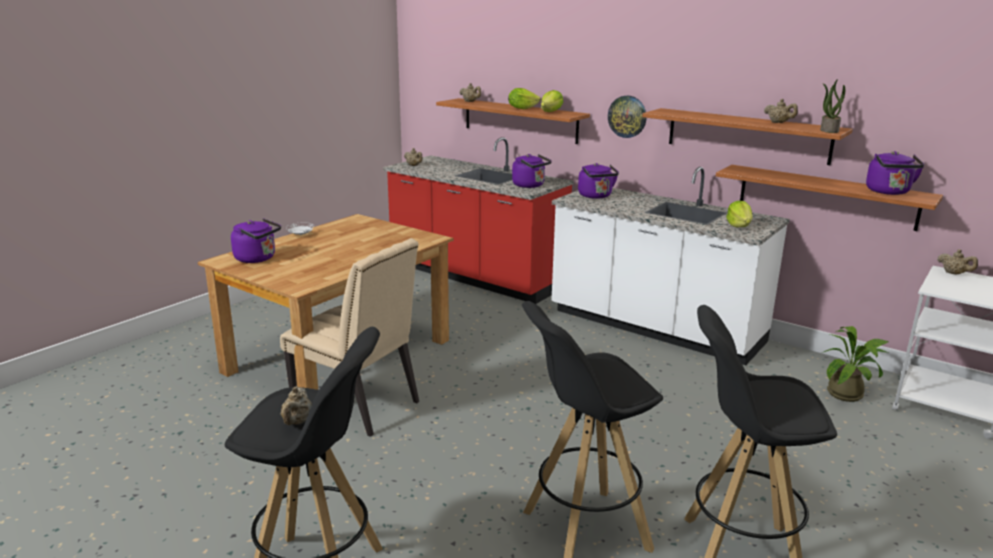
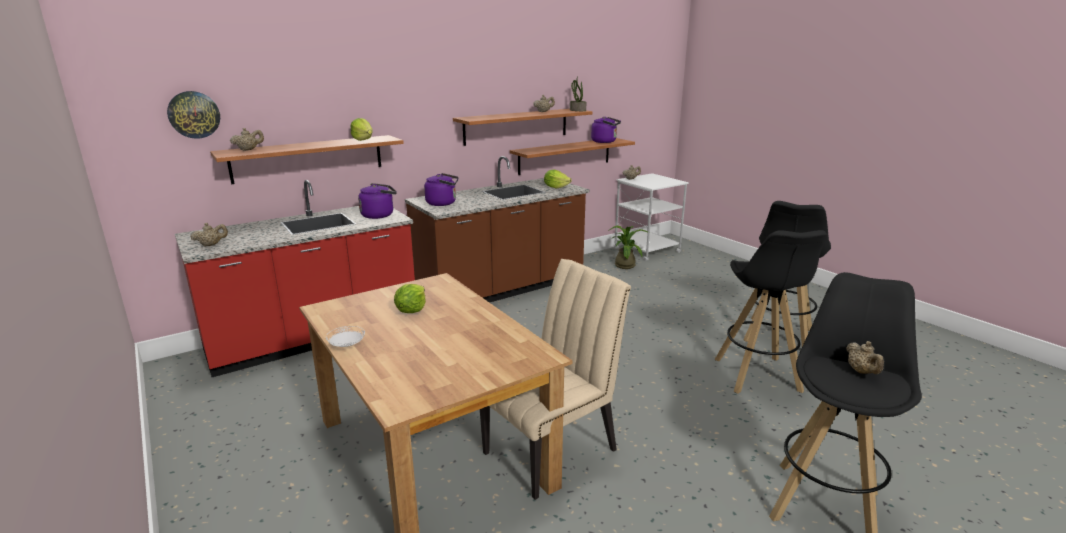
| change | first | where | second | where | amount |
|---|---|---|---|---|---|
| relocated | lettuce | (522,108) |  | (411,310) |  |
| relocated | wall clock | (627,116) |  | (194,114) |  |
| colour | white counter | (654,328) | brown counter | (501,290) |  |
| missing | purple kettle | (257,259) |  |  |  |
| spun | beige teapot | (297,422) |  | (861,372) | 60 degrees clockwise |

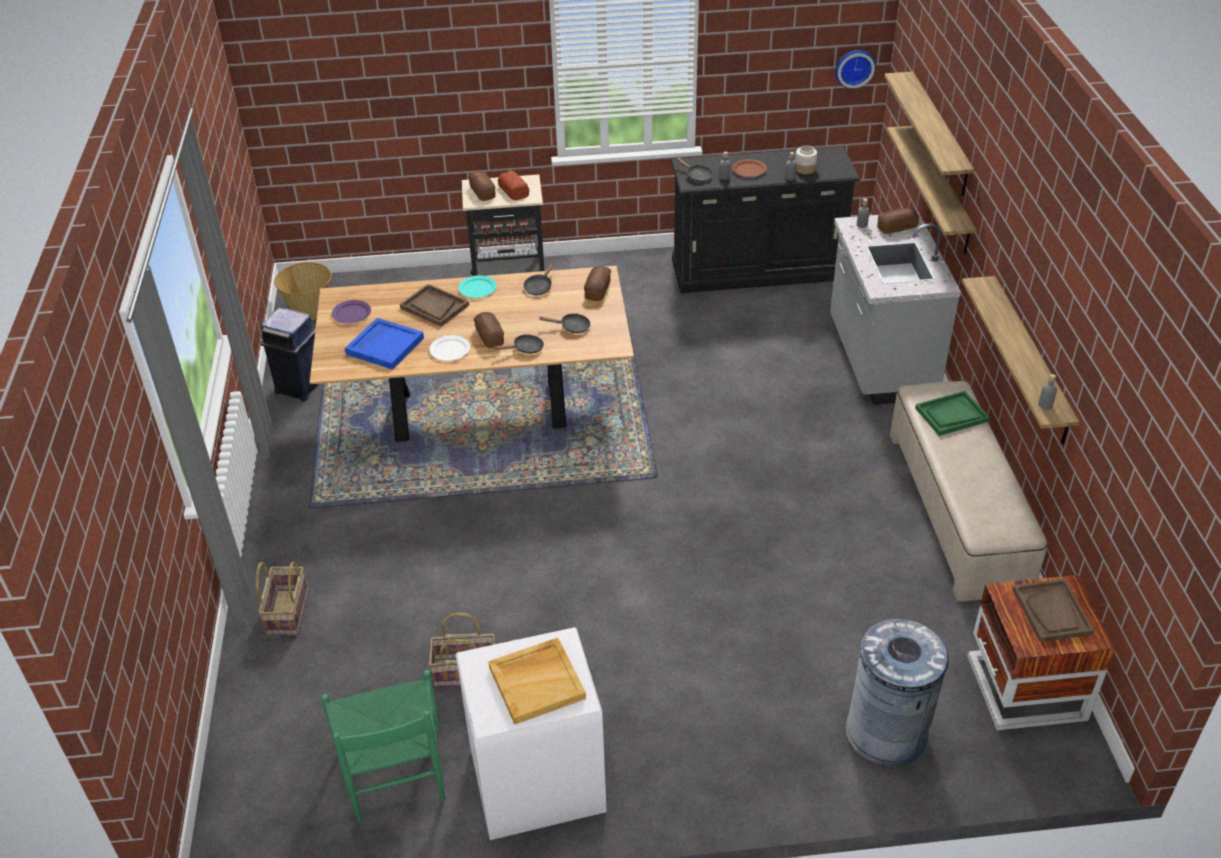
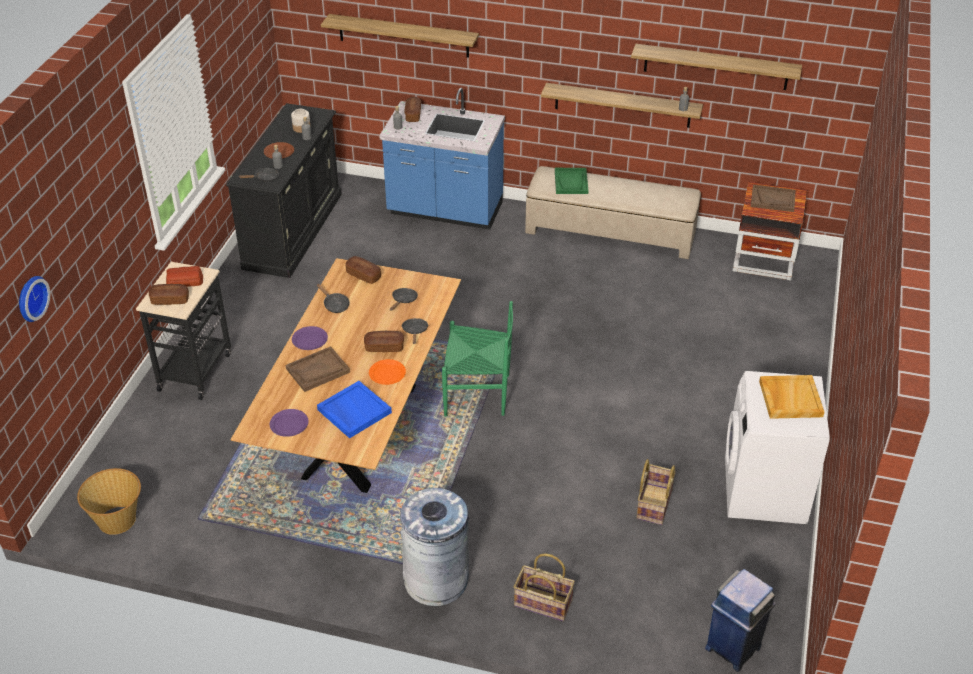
| change | first | where | second | where | amount |
|---|---|---|---|---|---|
| relocated | wall clock | (854,67) |  | (30,298) |  |
| relocated | shelf | (941,190) |  | (716,67) |  |
| colour | grey counter | (879,360) | blue counter | (445,211) |  |
| colour | turquoise plate | (477,288) | purple plate | (310,340) |  |
| relocated | blue trash can | (300,387) |  | (733,647) |  |
| colour | white plate | (450,350) | orange plate | (387,373) |  |
| relocated | grey trash can | (886,733) |  | (436,580) |  |
| relocated | green chair | (395,776) |  | (478,394) |  |

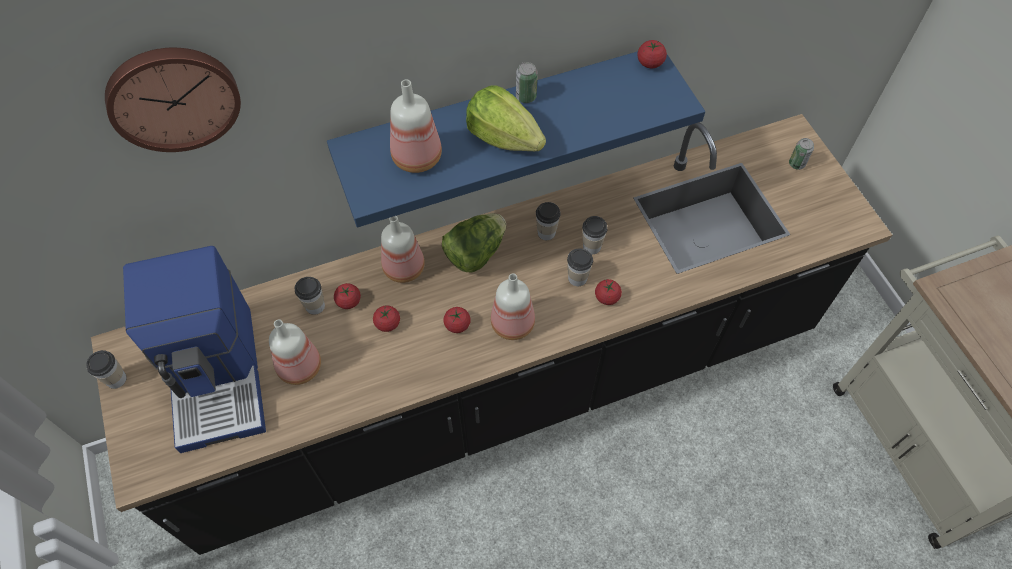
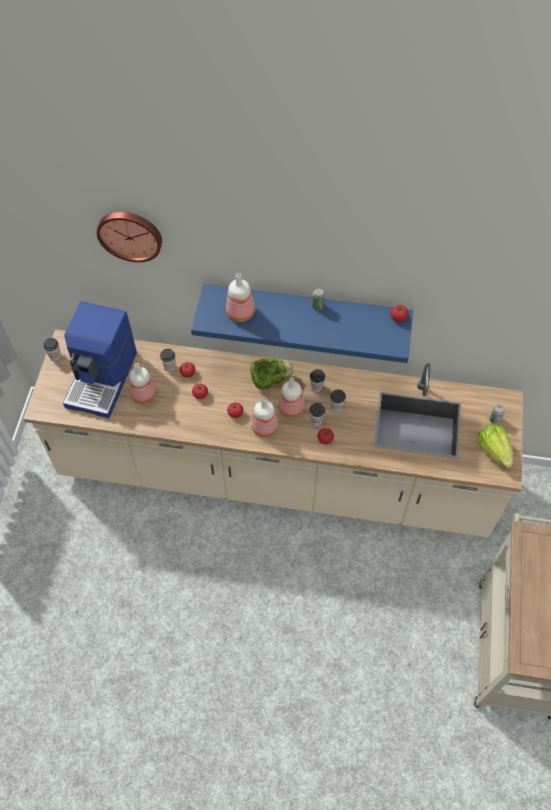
| change | first | where | second | where | amount |
|---|---|---|---|---|---|
| relocated | lettuce | (504,137) |  | (493,450) |  |
| colour | black counter | (506,388) | beige counter | (275,475) |  |
| relocated | bottle | (404,267) |  | (291,407) |  |

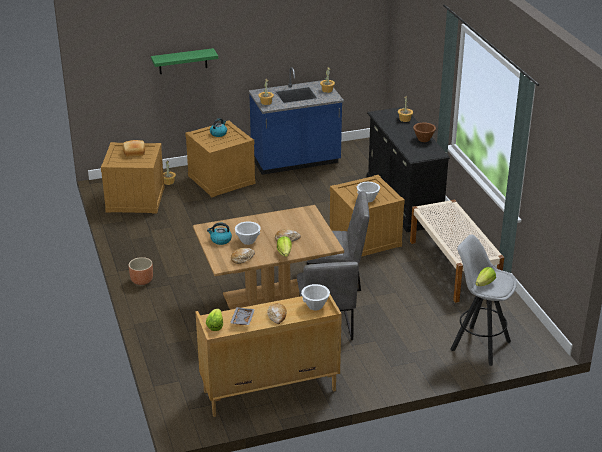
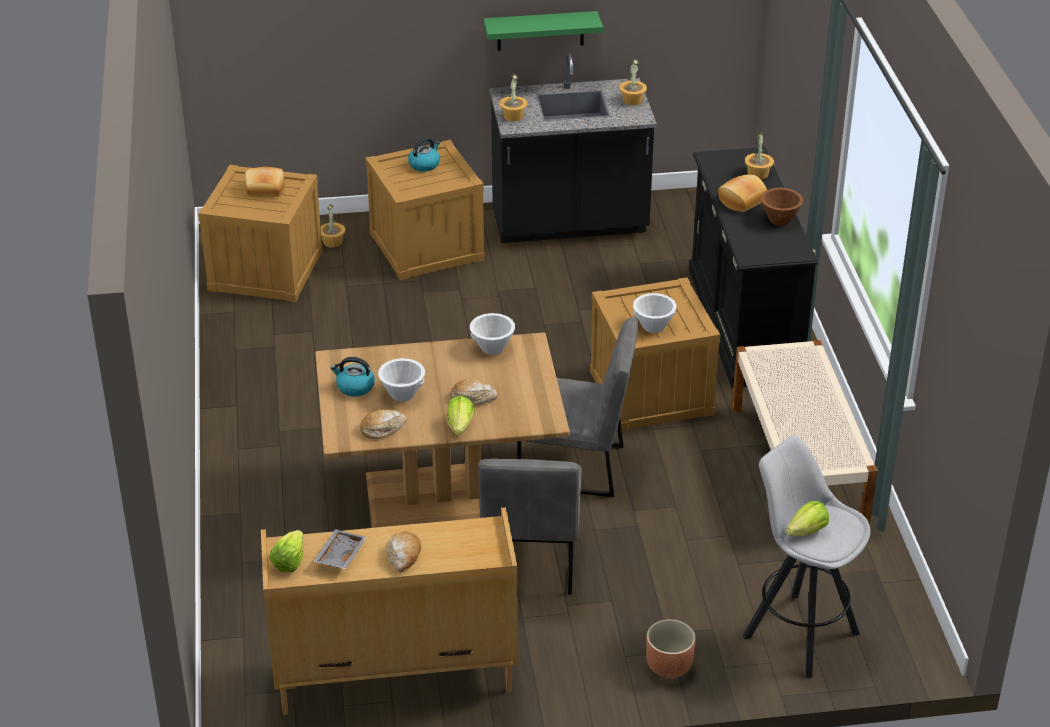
| change | first | where | second | where | amount |
|---|---|---|---|---|---|
| relocated | green shelf | (183,61) |  | (540,31) |  |
| colour | blue counter | (296,162) | black counter | (569,223) |  |
| relocated | brown planter | (141,281) |  | (668,667) |  |
| relocated | white bowl | (315,306) |  | (492,347) |  |
| appeared |  |  | bread | (741,200) |  |

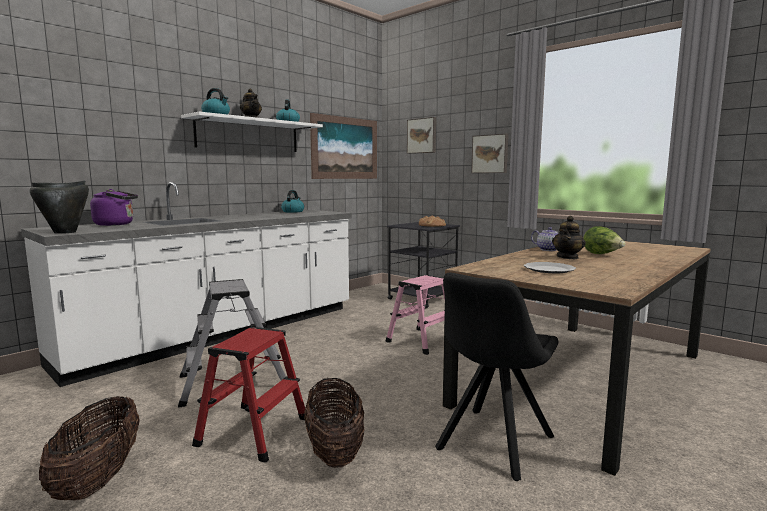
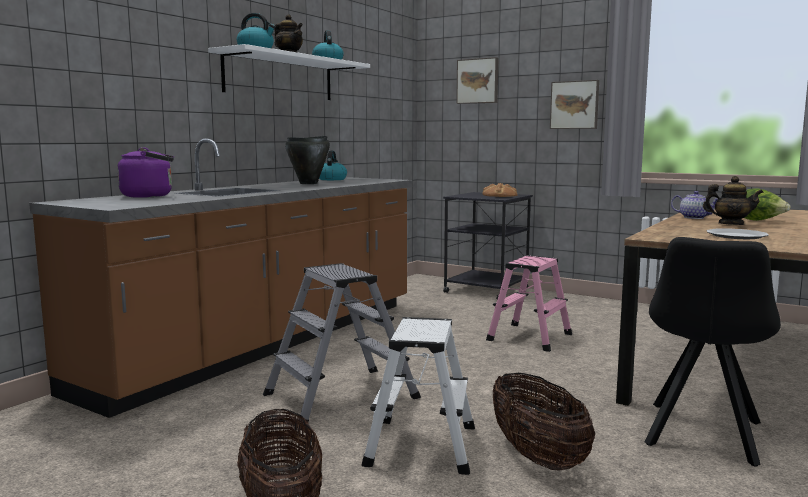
| change | first | where | second | where | amount |
|---|---|---|---|---|---|
| missing | picture | (345,148) |  |  |  |
| relocated | black cooking pot | (65,232) |  | (309,183) |  |
| colour | white counter | (222,334) | brown counter | (267,343) |  |
| spun | teapot | (567,257) |  | (730,224) | 90 degrees counterclockwise |
| colour | red step ladder | (253,431) | white step ladder | (421,445) |  |

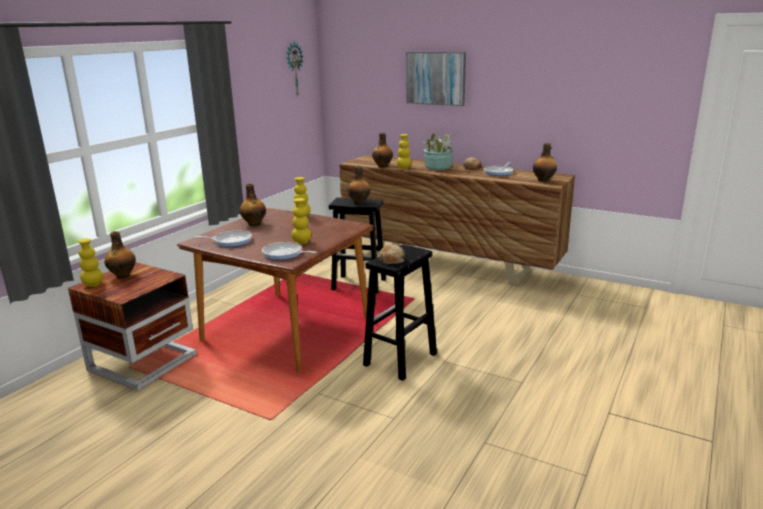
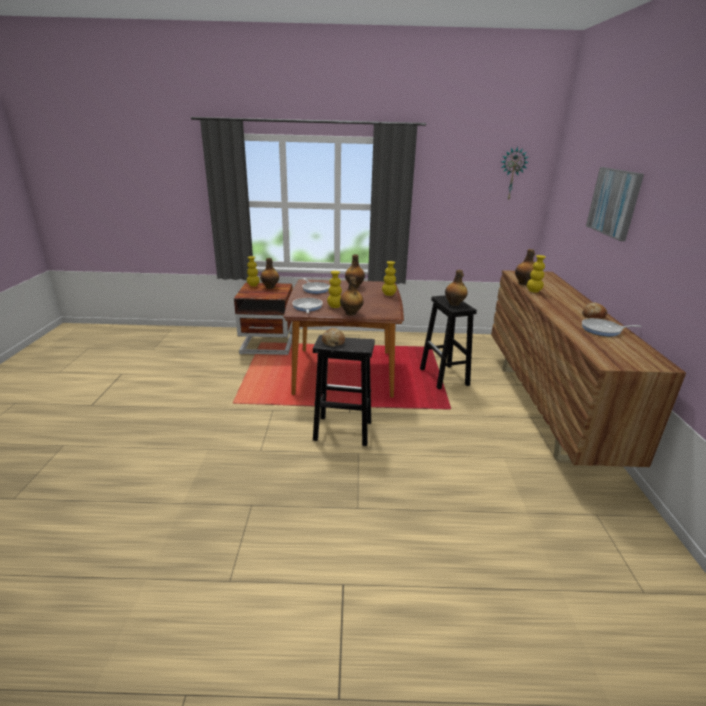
| change | first | where | second | where | amount |
|---|---|---|---|---|---|
| missing | potted plant | (438,167) |  |  |  |
| relocated | bottle | (543,180) |  | (351,313) |  |

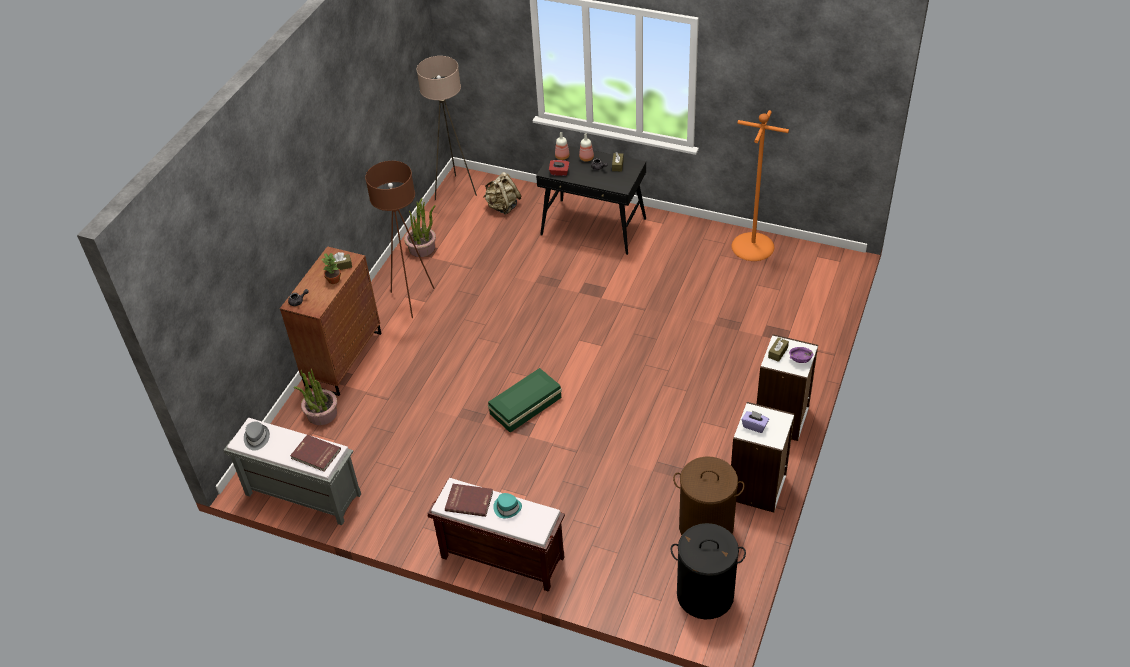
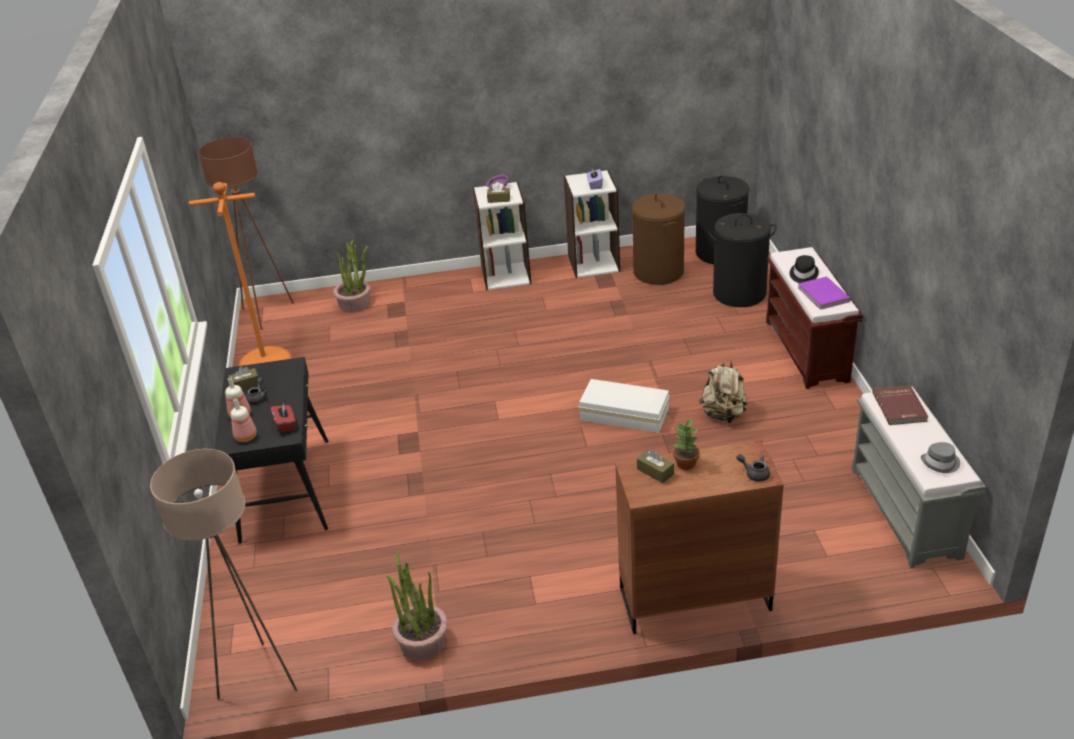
| change | first | where | second | where | amount |
|---|---|---|---|---|---|
| relocated | brown floor lamp | (412,299) |  | (266,313) |  |
| relocated | beige backpack | (503,206) |  | (723,414) |  |
| colour | green storage box | (524,406) | white storage box | (625,415) |  |
| relocated | potted plant | (322,414) |  | (355,303) |  |
| colour | red book | (469,500) | purple book | (822,295) |  |
| colour | turquoise hat | (507,507) | black hat | (803,274) |  |
| appeared |  |  | black laundry basket | (739,293) |  |

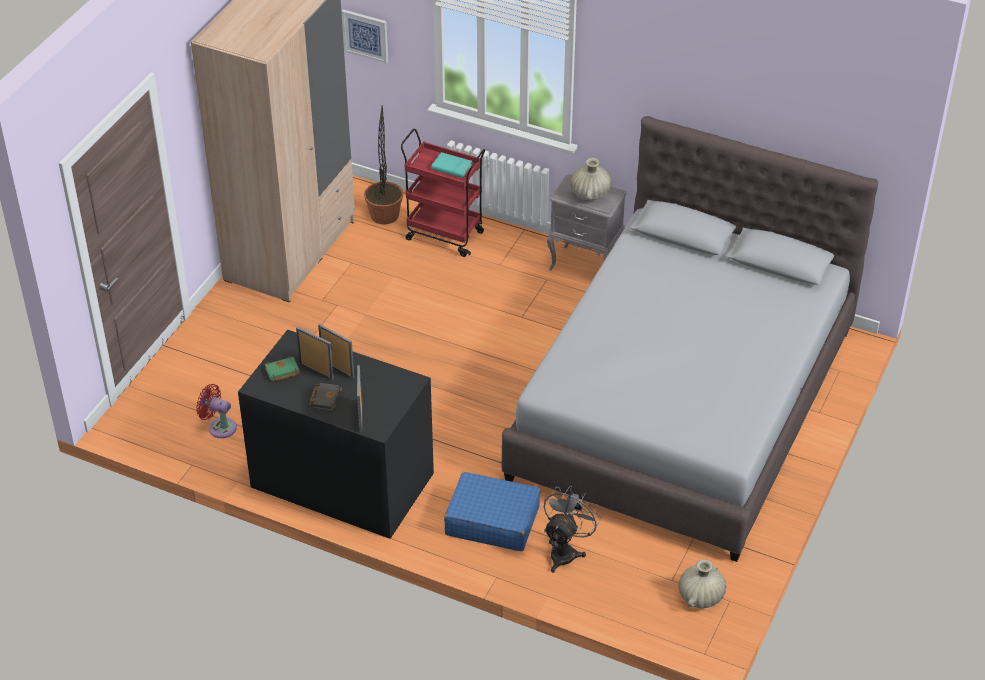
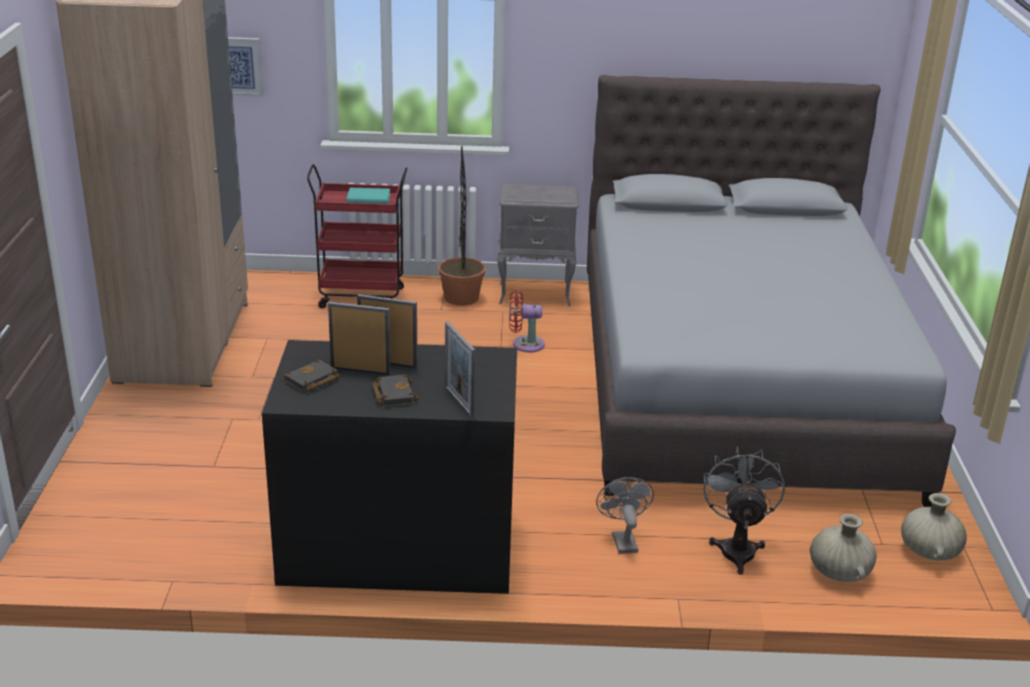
| change | first | where | second | where | amount |
|---|---|---|---|---|---|
| relocated | potted plant | (384,215) |  | (461,297) |  |
| relocated | beige vase | (590,194) |  | (839,571) |  |
| colour | green book | (282,372) | black book | (312,381) |  |
| relocated | red fan | (219,427) |  | (524,344) |  |
| exchanged | blue suitcase | (492,520) | grey fan | (622,540) |  |

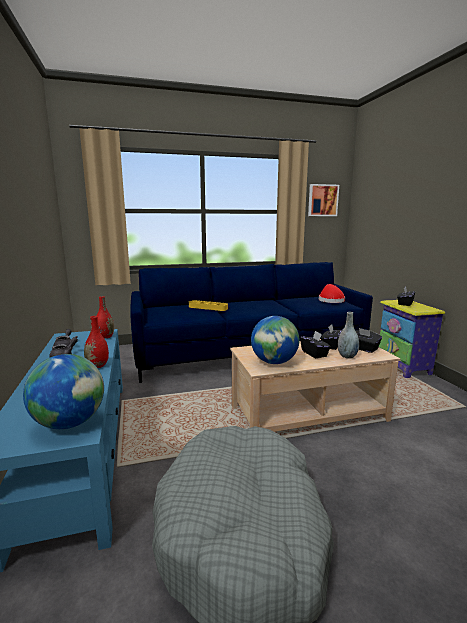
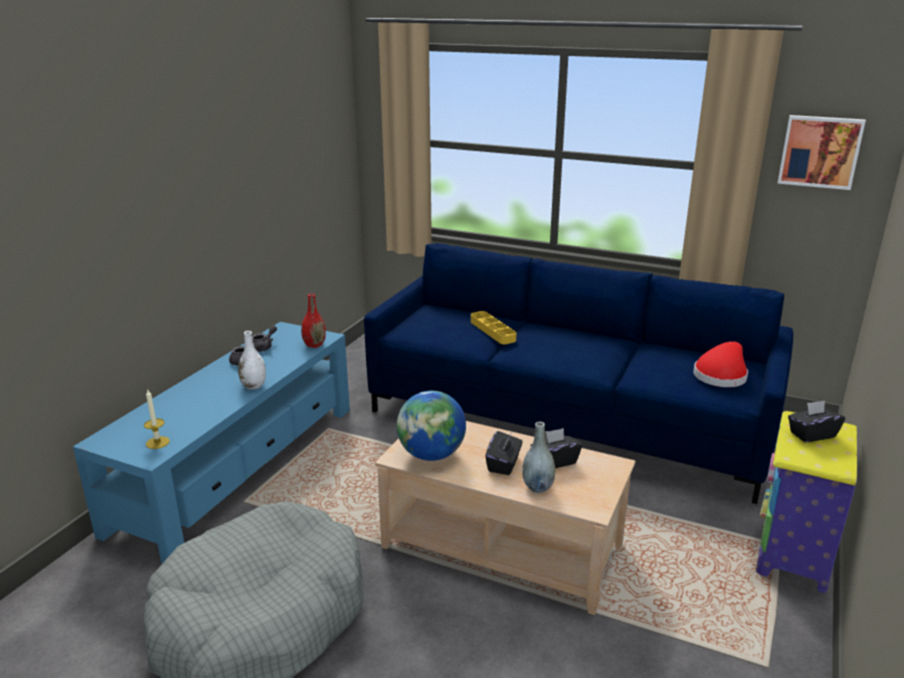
| change | first | where | second | where | amount |
|---|---|---|---|---|---|
| colour | red vase | (97,366) | white vase | (254,386) |  |
| missing | black tissue box | (363,349) |  |  |  |
| exchanged | globe | (70,423) | candle | (157,442) |  |

